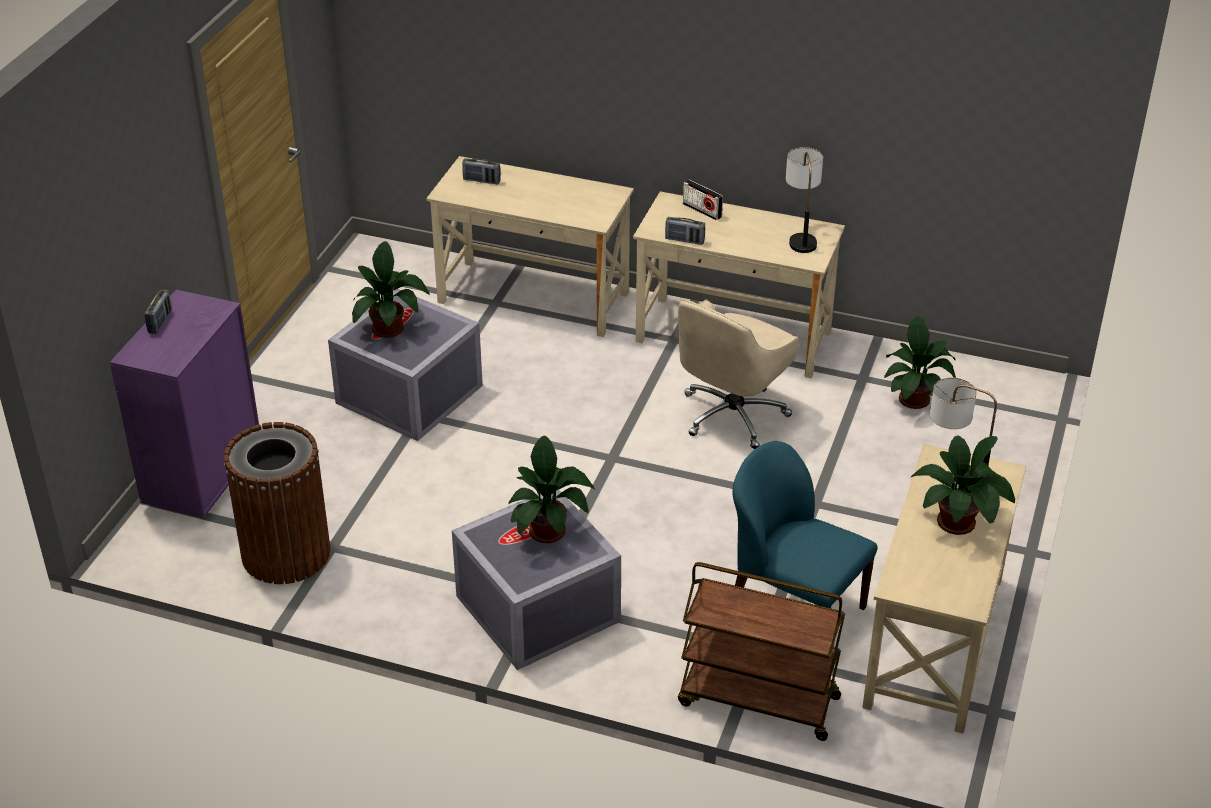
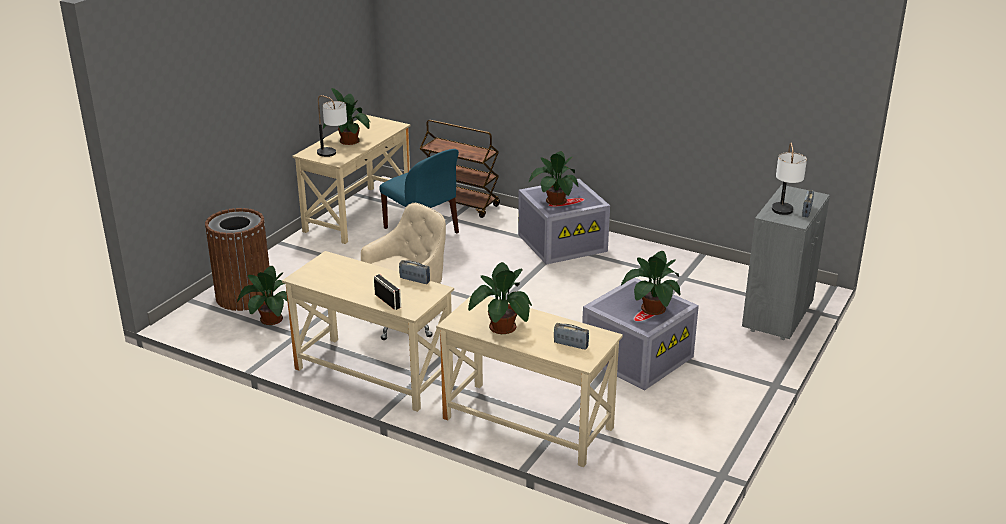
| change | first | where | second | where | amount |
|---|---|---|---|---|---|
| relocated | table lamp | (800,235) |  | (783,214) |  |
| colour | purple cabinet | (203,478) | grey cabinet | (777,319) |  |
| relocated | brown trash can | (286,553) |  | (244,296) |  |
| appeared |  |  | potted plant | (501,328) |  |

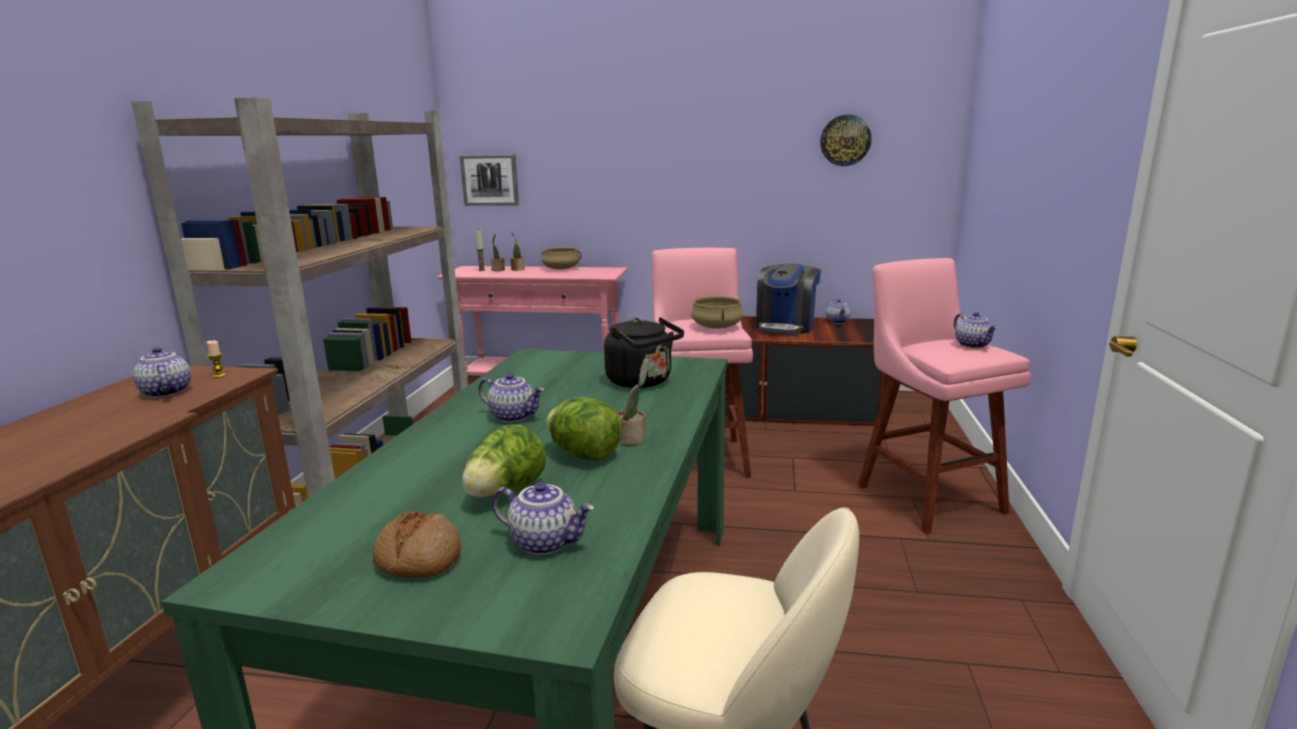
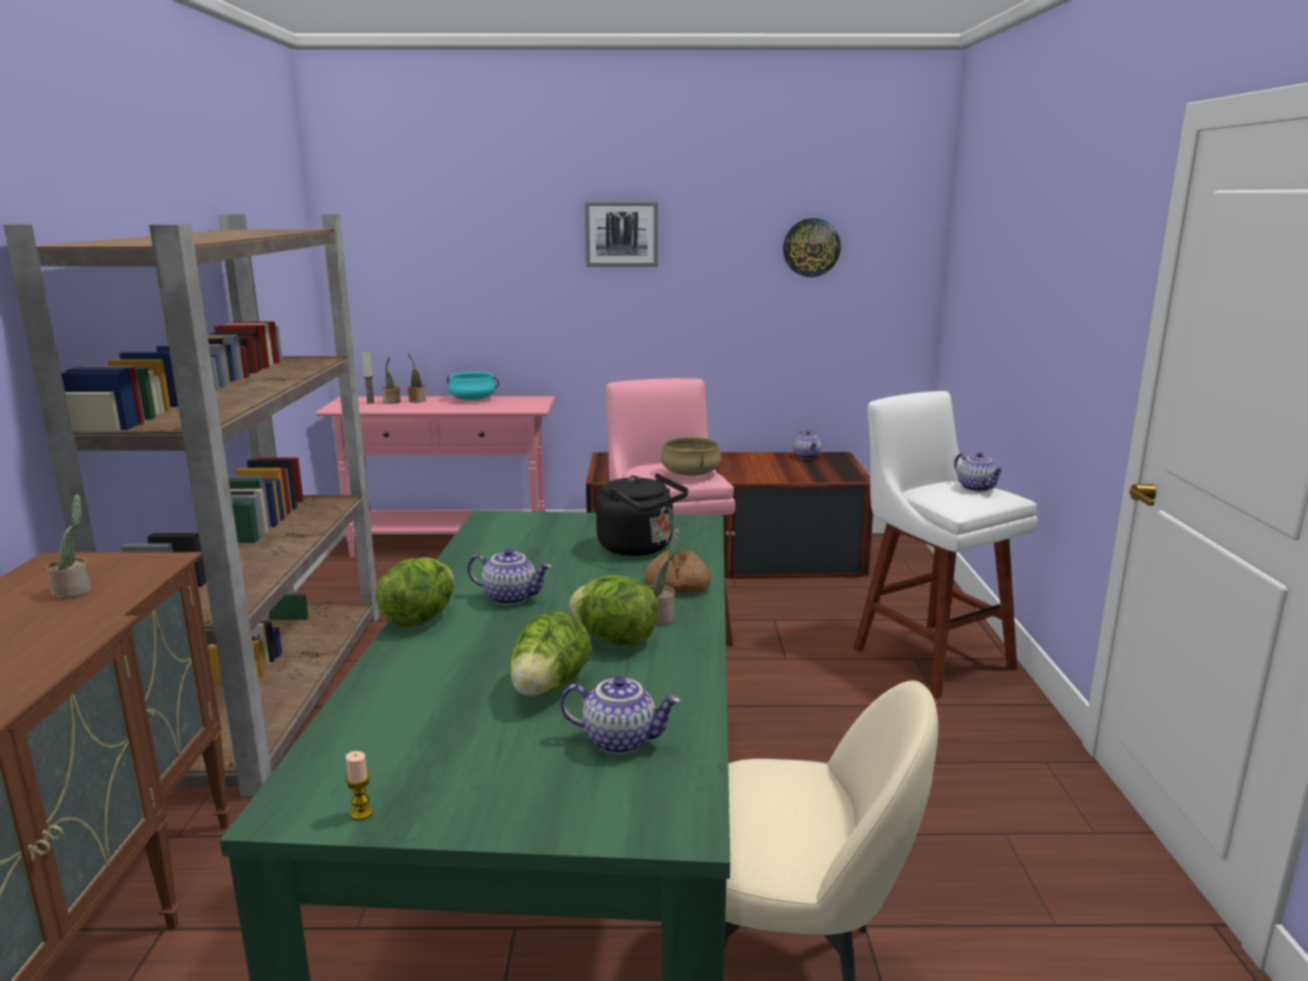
| change | first | where | second | where | amount |
|---|---|---|---|---|---|
| relocated | picture | (490,180) |  | (621,233) |  |
| colour | beige cooking pot | (561,268) | turquoise cooking pot | (473,399) |  |
| colour | pink stool | (928,497) | white stool | (930,656) |  |
| missing | coffee machine | (786,327) |  |  |  |
| relocated | candle | (219,376) |  | (361,813) |  |
| exchanged | teapot | (165,392) | potted plant | (75,591) |  |
| relocated | bread | (418,559) |  | (677,584) |  |
| appeared |  |  | lettuce | (419,619) |  |

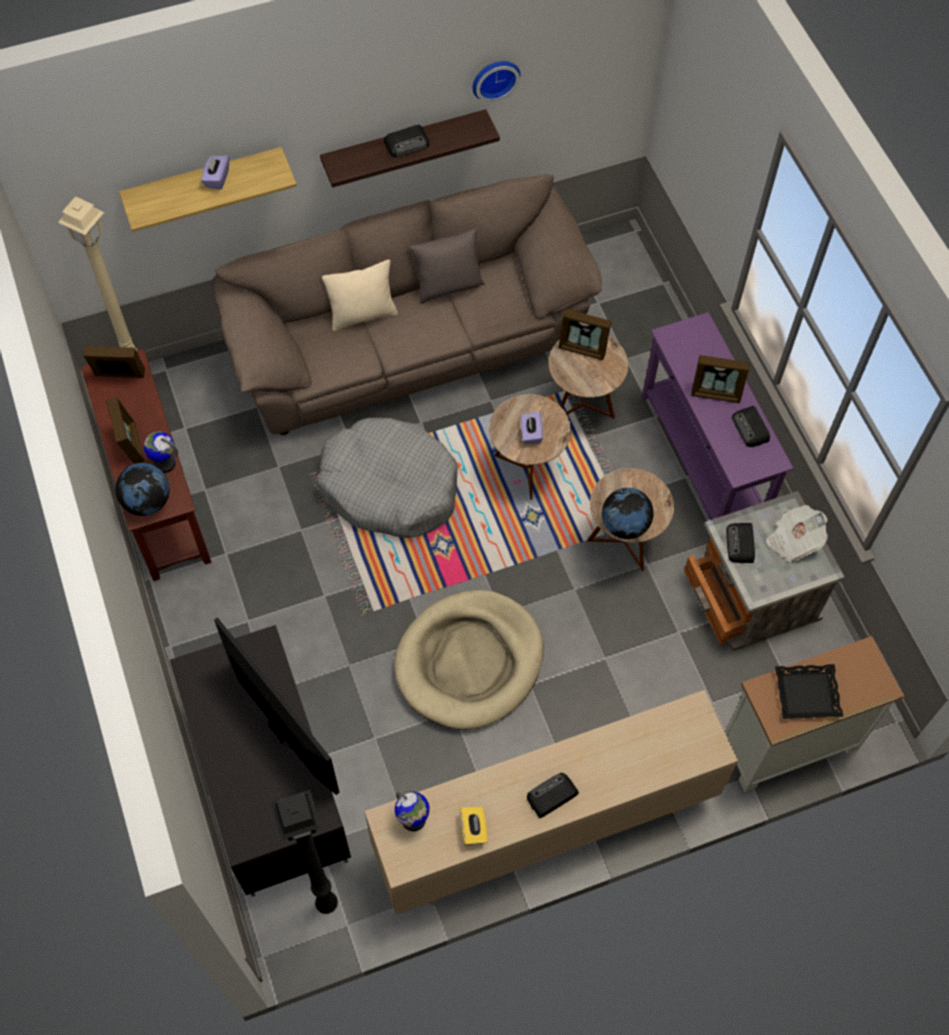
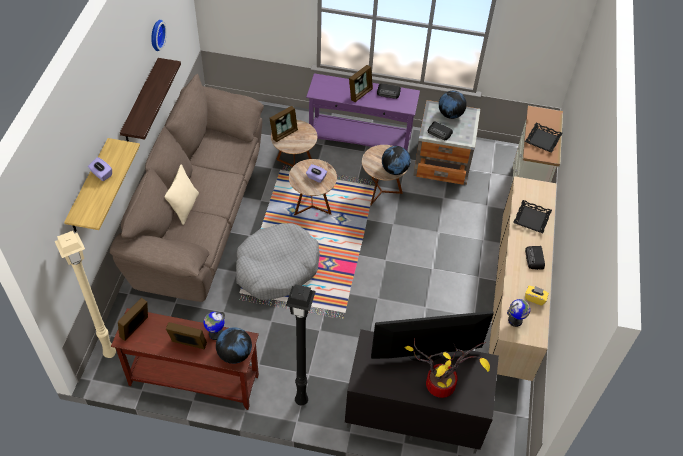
| change | first | where | second | where | amount |
|---|---|---|---|---|---|
| missing | radio | (407,144) |  |  |  |
| missing | grey pillow | (447,286) |  |  |  |
| exchanged | newspaper | (793,540) | globe | (450,114) |  |
| missing | beige dog bed | (469,662) |  |  |  |
| relocated | black floor lamp | (325,902) |  | (300,401) |  |
| appeared |  |  | black tray | (531,219) |  |
| appeared |  |  | potted plant | (442,383) |  |

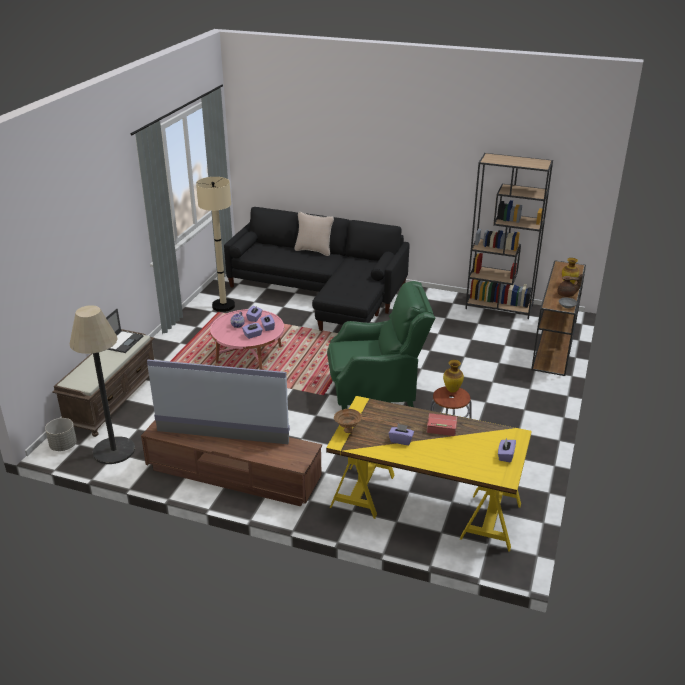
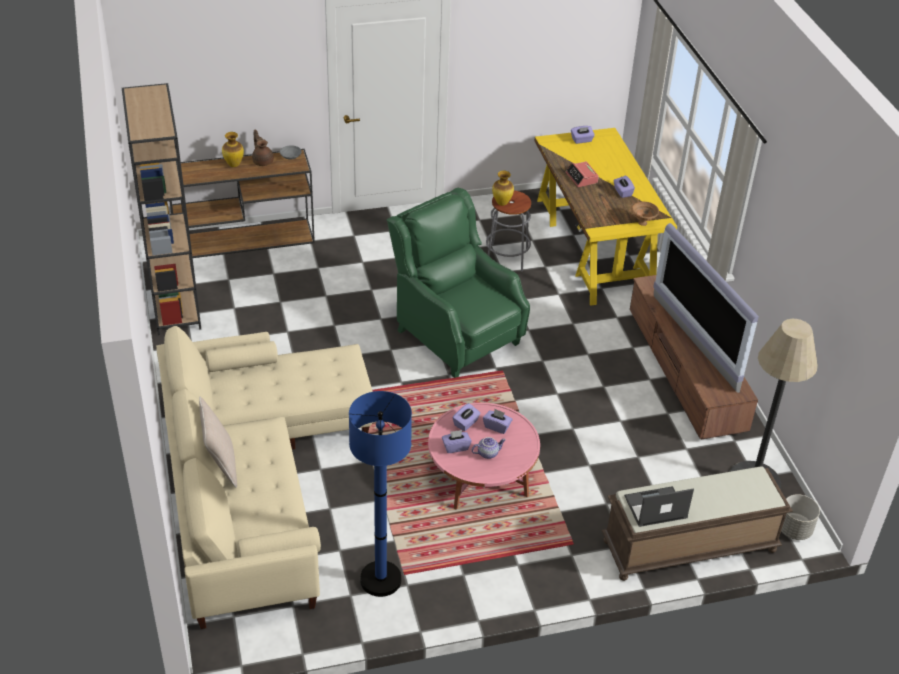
| change | first | where | second | where | amount |
|---|---|---|---|---|---|
| colour | beige floor lamp | (223,306) | blue floor lamp | (380,580) |  |
| colour | black sofa | (322,294) | beige sofa | (256,483) |  |

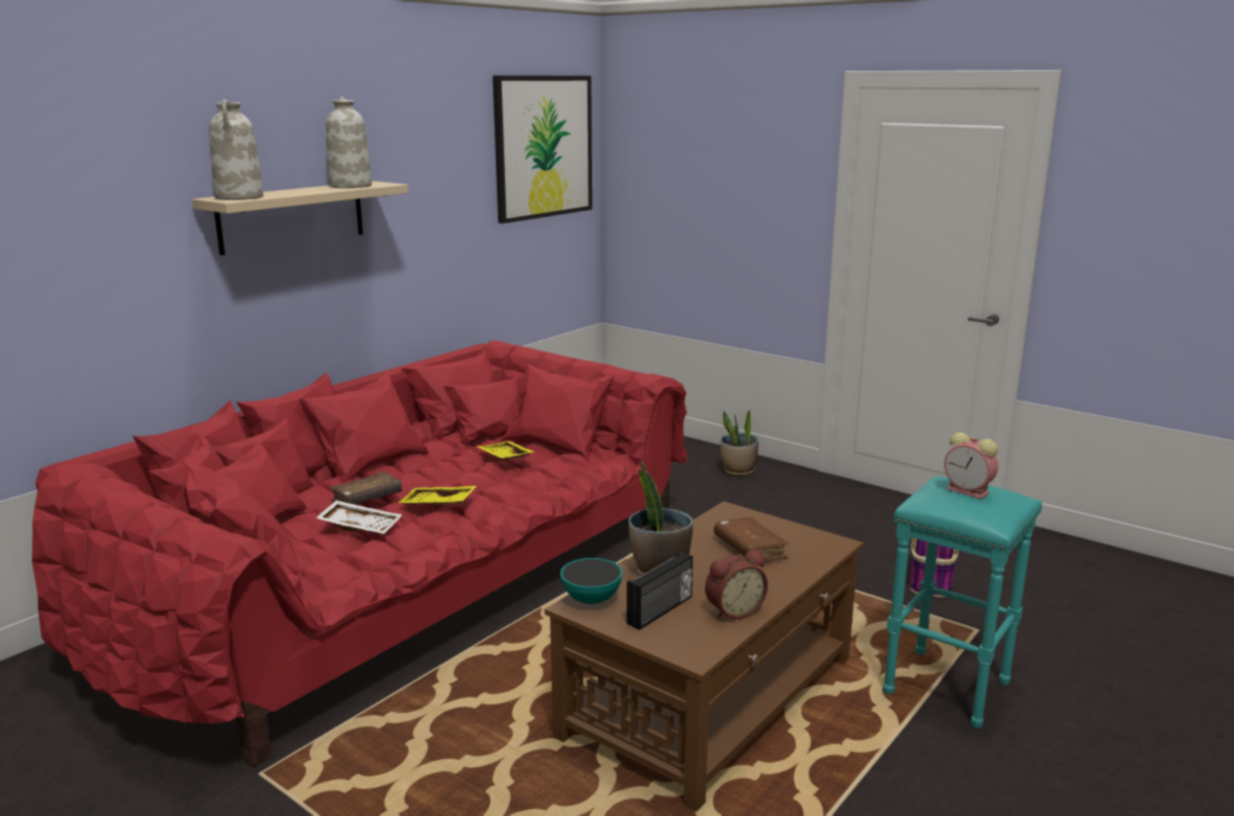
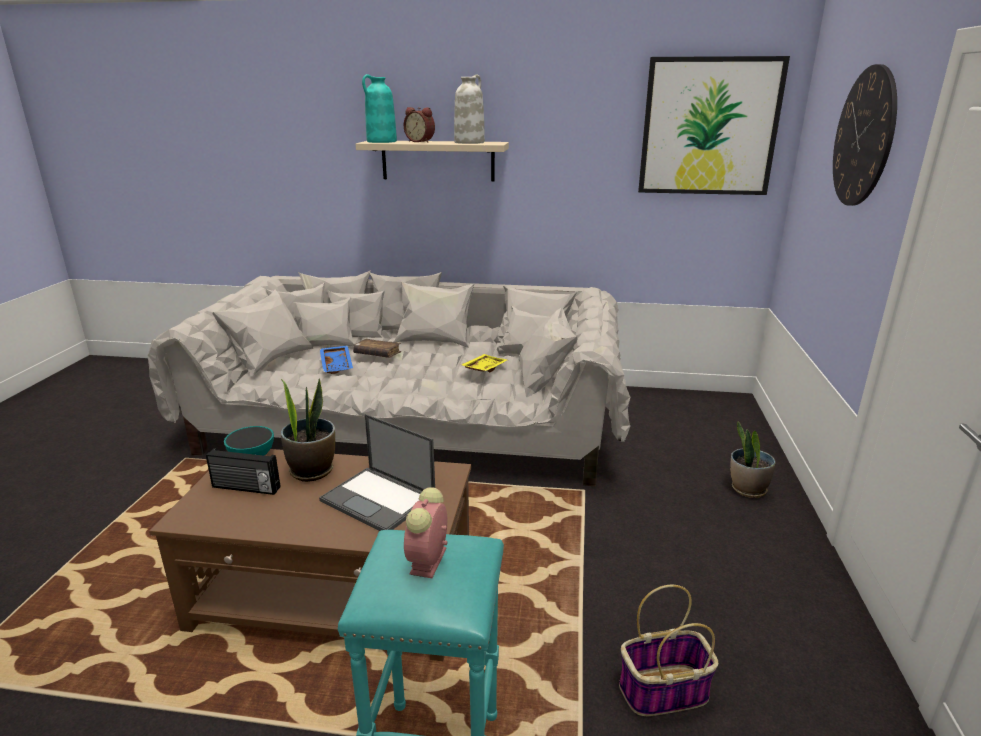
| change | first | where | second | where | amount |
|---|---|---|---|---|---|
| colour | white vase | (239,197) | turquoise vase | (381,141) |  |
| colour | red sofa | (402,579) | white sofa | (406,419) |  |
| missing | yellow tray | (438,504) |  |  |  |
| colour | white tray | (361,526) | blue tray | (337,365) |  |
| exchanged | brown book | (750,549) | laptop | (379,499) |  |
| relocated | alarm clock | (733,610) |  | (421,141) |  |
| appeared |  |  | wall clock | (864,137) |  |

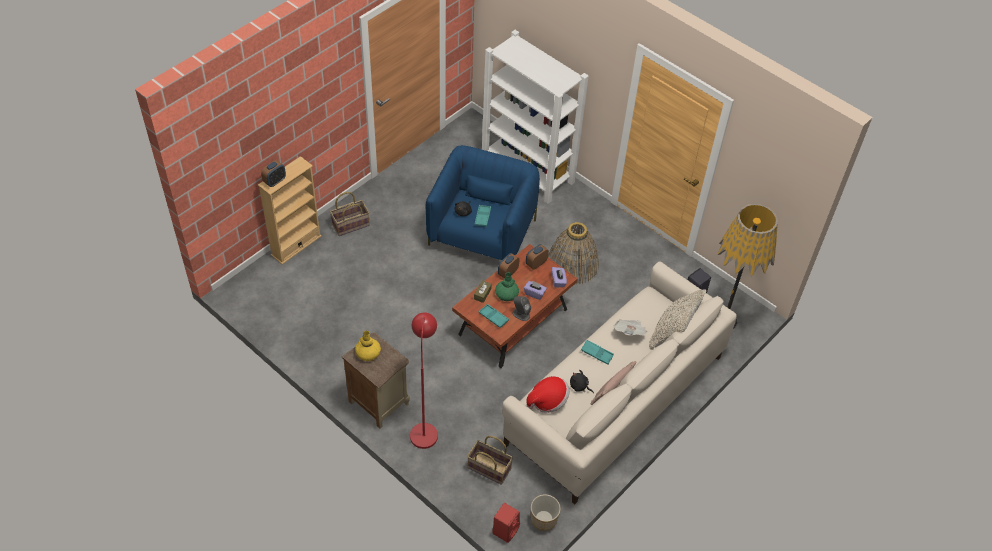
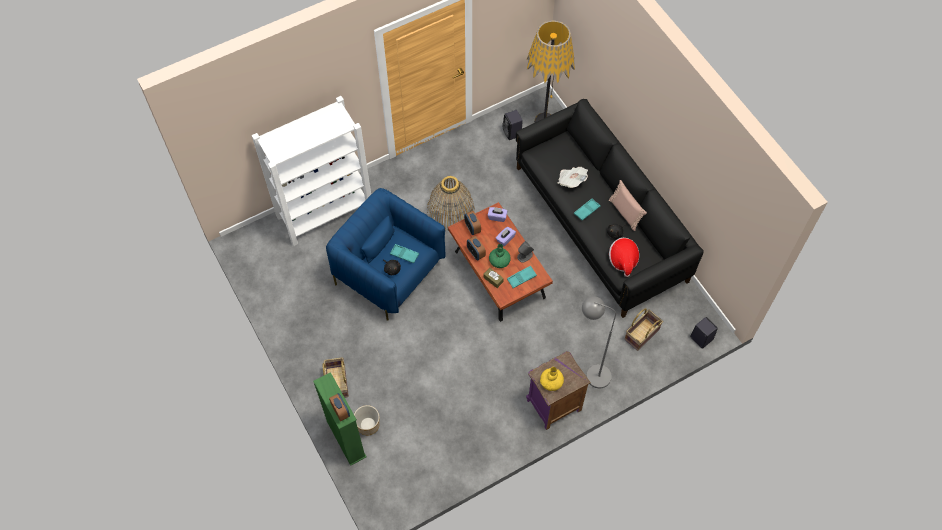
| change | first | where | second | where | amount |
|---|---|---|---|---|---|
| colour | beige bookcase | (296,245) | green bookcase | (346,439) |  |
| colour | beige sofa | (615,400) | black sofa | (600,223) |  |
| missing | beige pillow | (672,333) |  |  |  |
| colour | red floor lamp | (424,429) | grey floor lamp | (591,374) |  |
| colour | beige nightstand | (379,401) | purple nightstand | (553,404) |  |
| relocated | planter | (544,519) |  | (368,425) |  |
| colour | red speaker | (505,529) | black speaker | (700,338) |  |

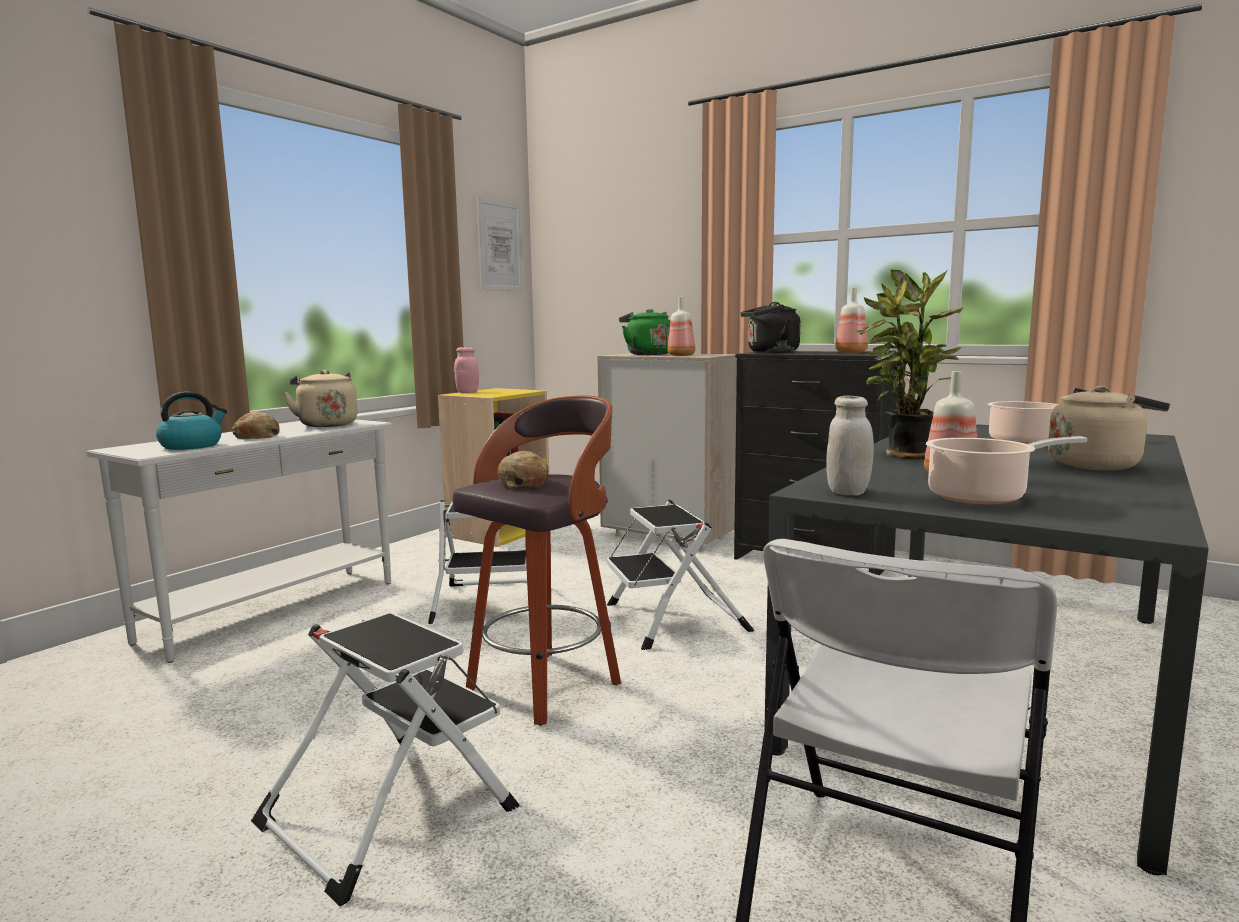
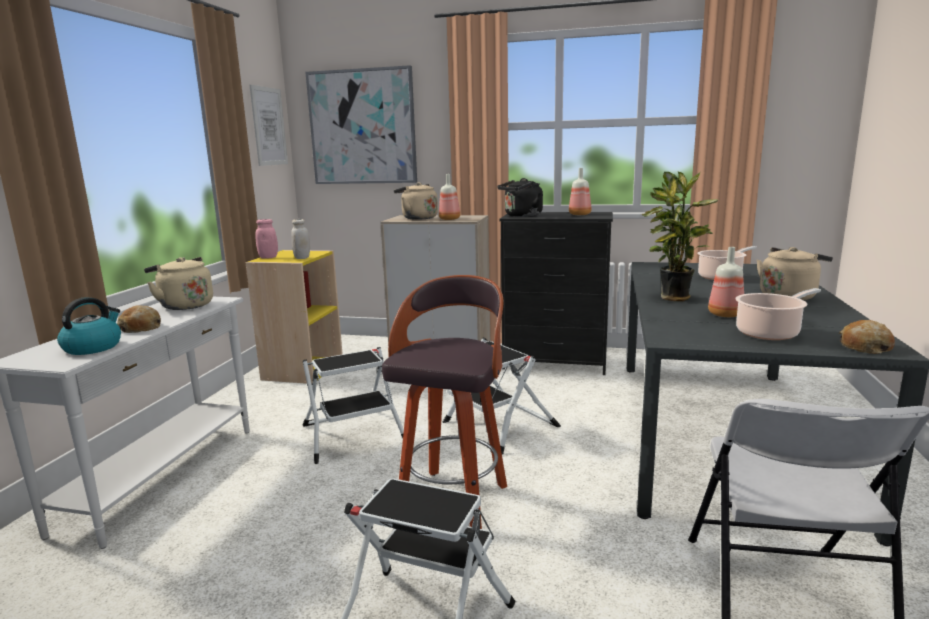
| change | first | where | second | where | amount |
|---|---|---|---|---|---|
| colour | green kettle | (647,354) | beige kettle | (417,218) |  |
| relocated | white jar | (848,492) |  | (302,258) |  |
| relocated | bread | (524,482) |  | (864,347) |  |
| appeared |  |  | picture | (362,127) |  |

